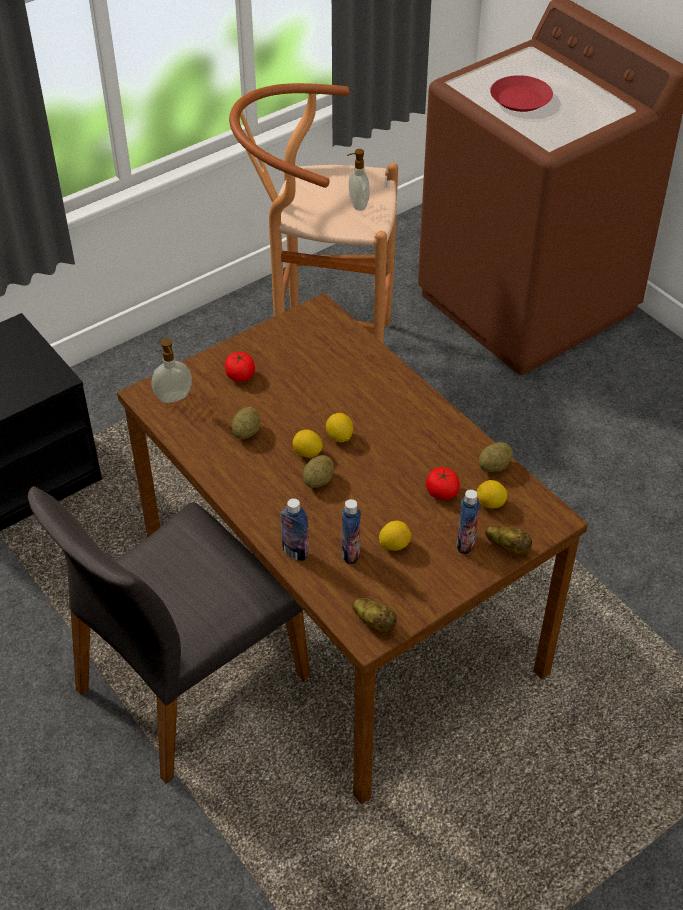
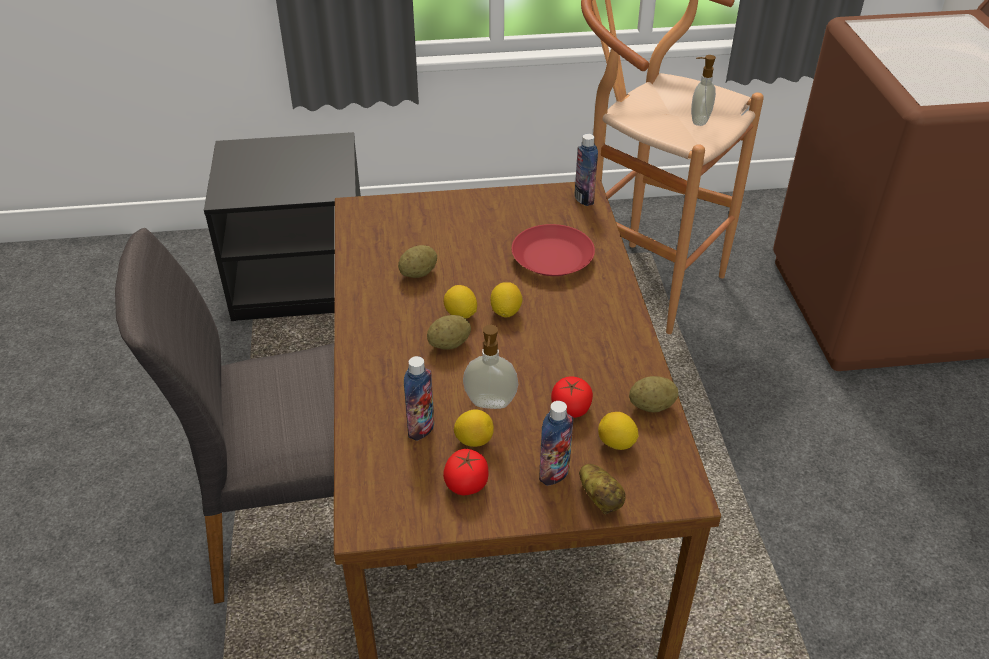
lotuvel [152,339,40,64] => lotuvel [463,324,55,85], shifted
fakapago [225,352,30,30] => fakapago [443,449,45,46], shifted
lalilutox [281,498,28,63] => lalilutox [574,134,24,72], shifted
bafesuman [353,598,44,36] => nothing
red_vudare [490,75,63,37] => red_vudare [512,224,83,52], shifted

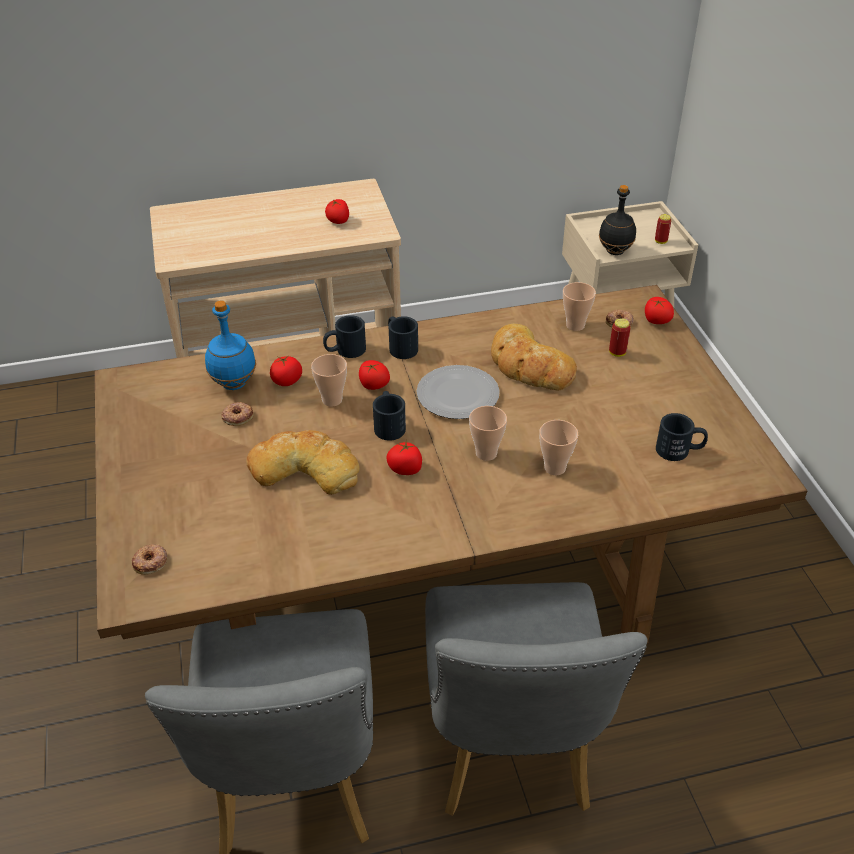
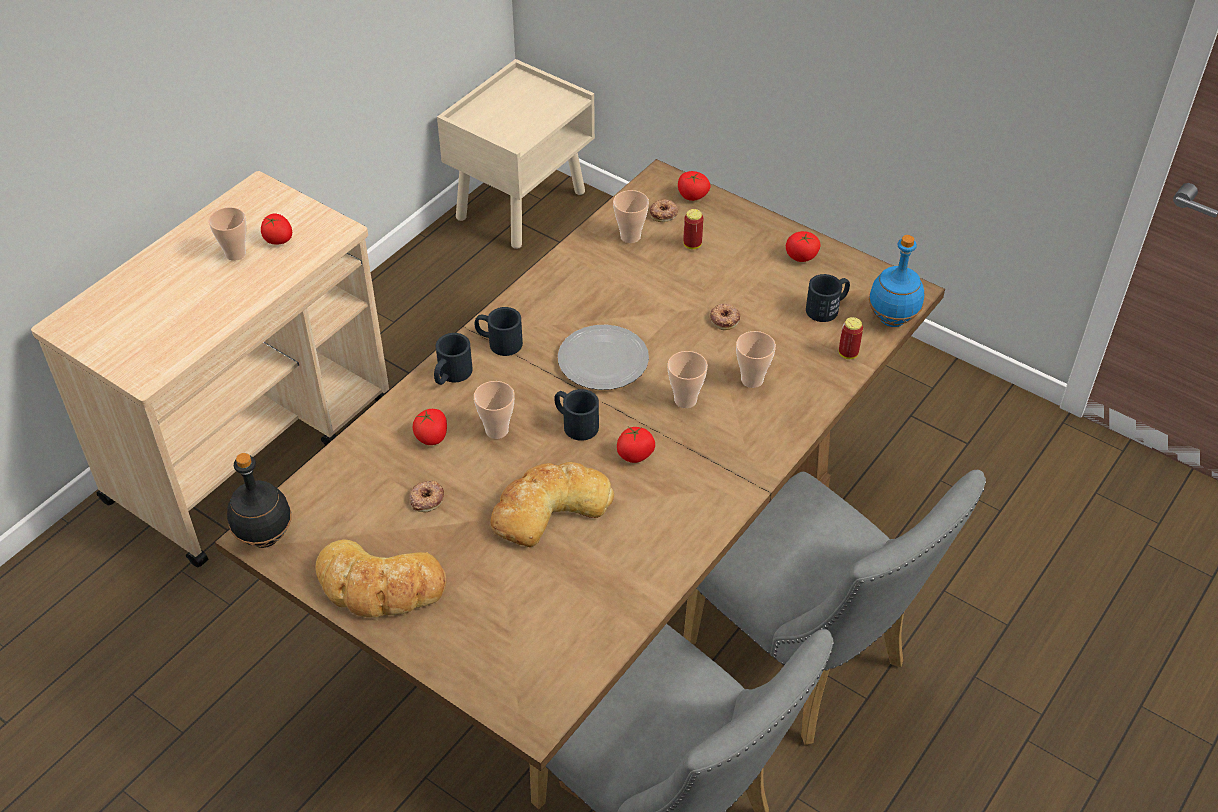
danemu [132,544,35,31] => danemu [710,304,30,26], shifted
blue_lalilutox [205,300,51,90] => blue_lalilutox [869,235,55,92], shifted
fakapago [359,360,31,30] => fakapago [786,231,35,31], shifted
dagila [491,323,86,67] => dagila [315,539,131,79], shifted
black_lalilutox [599,185,37,70] => black_lalilutox [227,453,65,95], shifted
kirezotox [655,214,16,30] => kirezotox [839,317,24,42], shifted
nothing => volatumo [208,207,38,54]

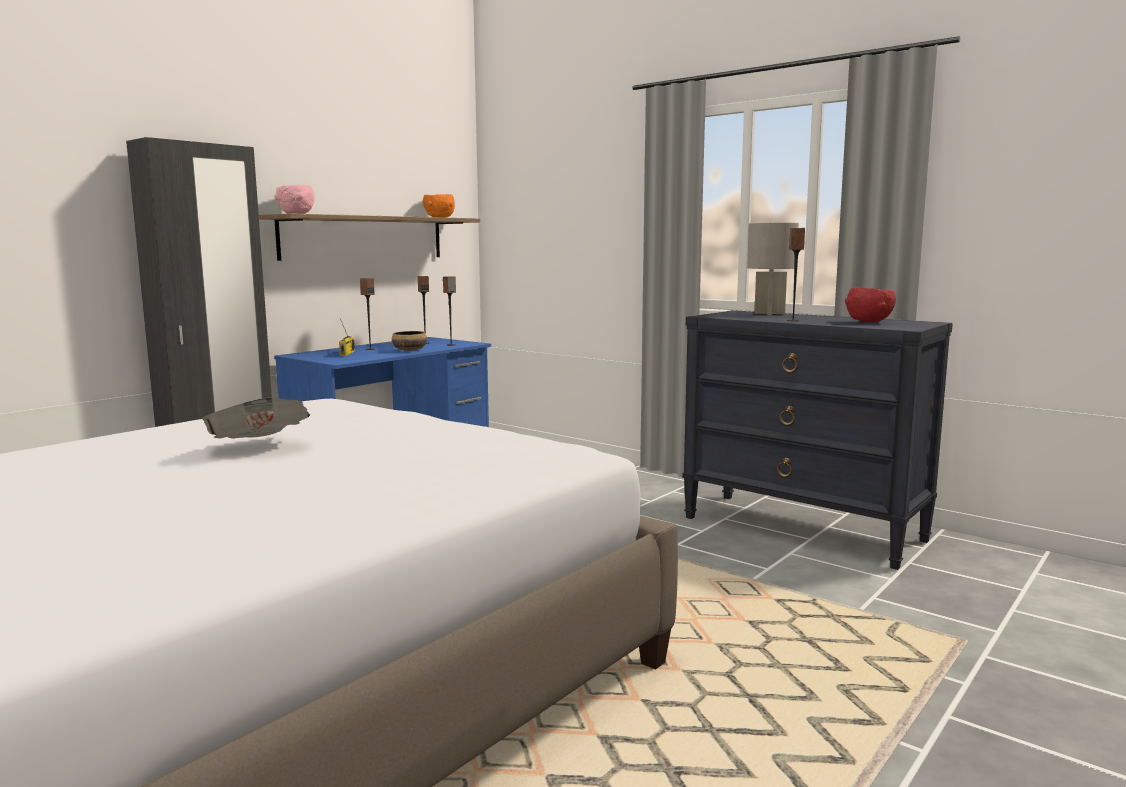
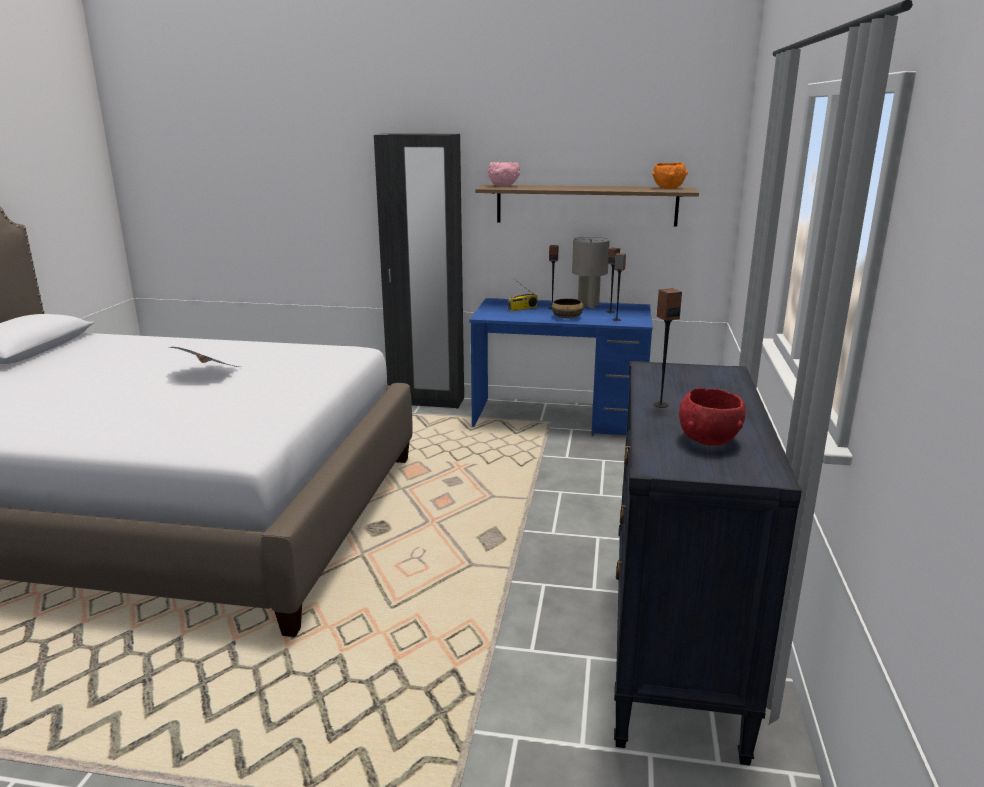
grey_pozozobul [747,223,52,92] => grey_pozozobul [572,237,38,72], shifted

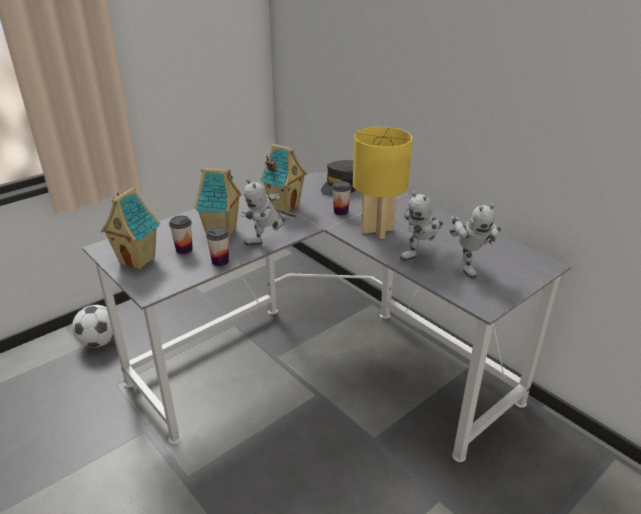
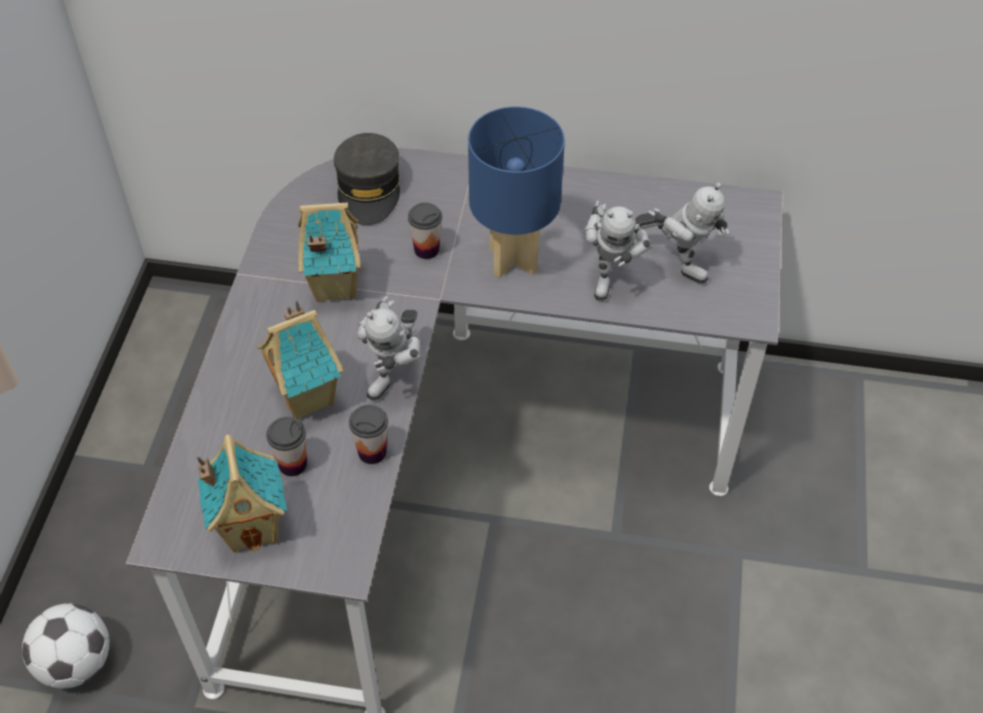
yellow_pozozobul [353,127,59,112] => blue_pozozobul [468,106,97,172]

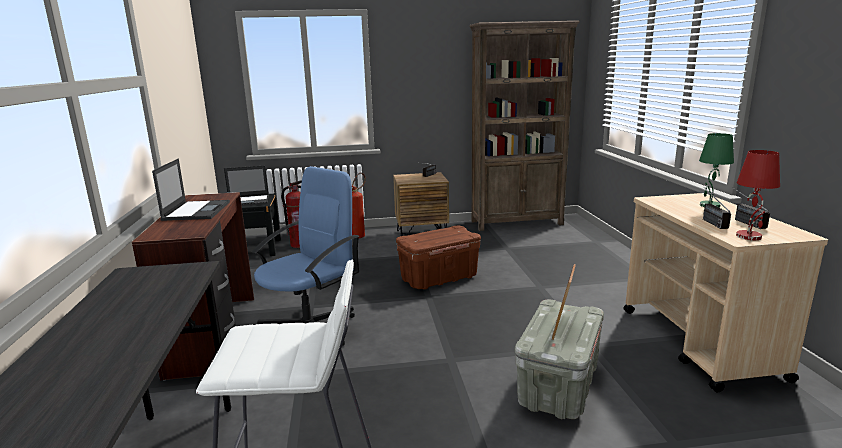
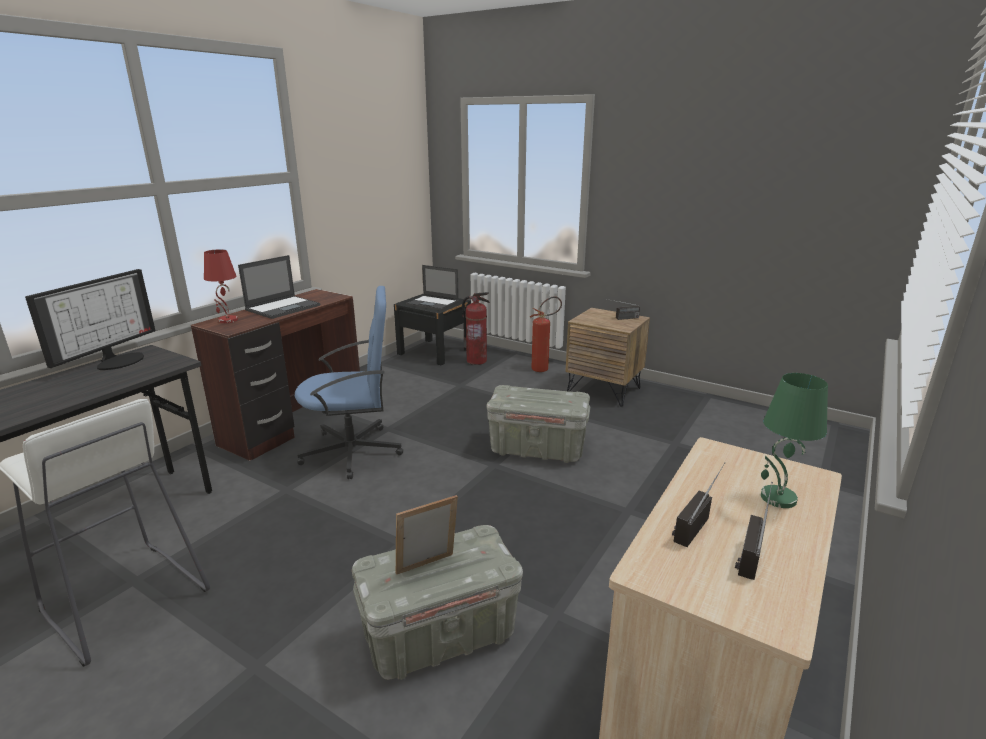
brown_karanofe [396,225,85,65] => grey_karanofe [486,385,104,78]
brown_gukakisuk [469,21,111,210] => nothing
red_pozozobul [736,150,44,90] => red_pozozobul [204,249,34,74], shifted
nothing => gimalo [25,269,131,101]

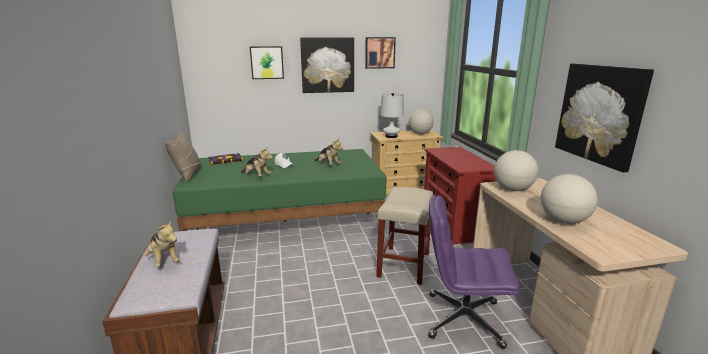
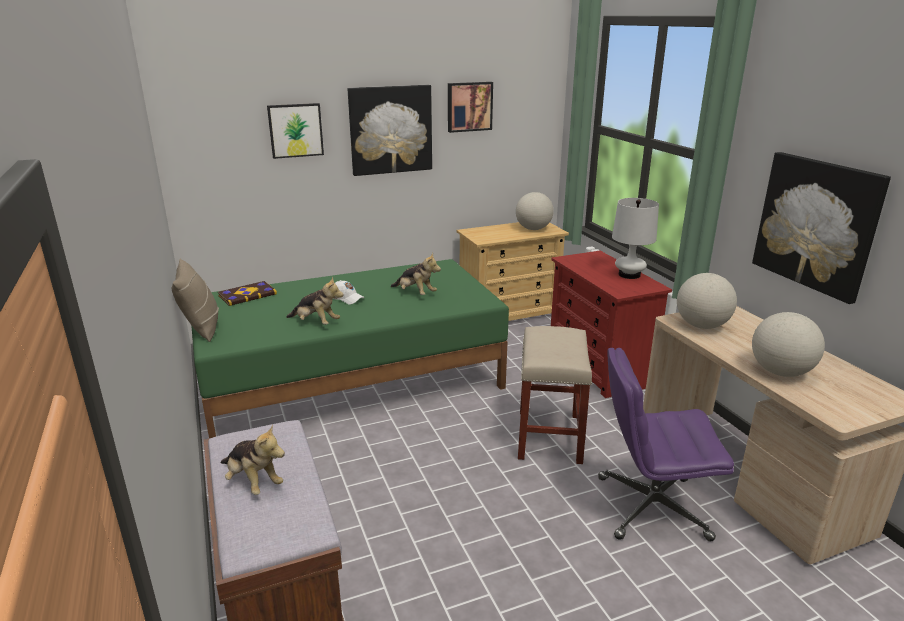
white_pozozobul [380,93,24,45] => white_pozozobul [612,198,47,81], shifted

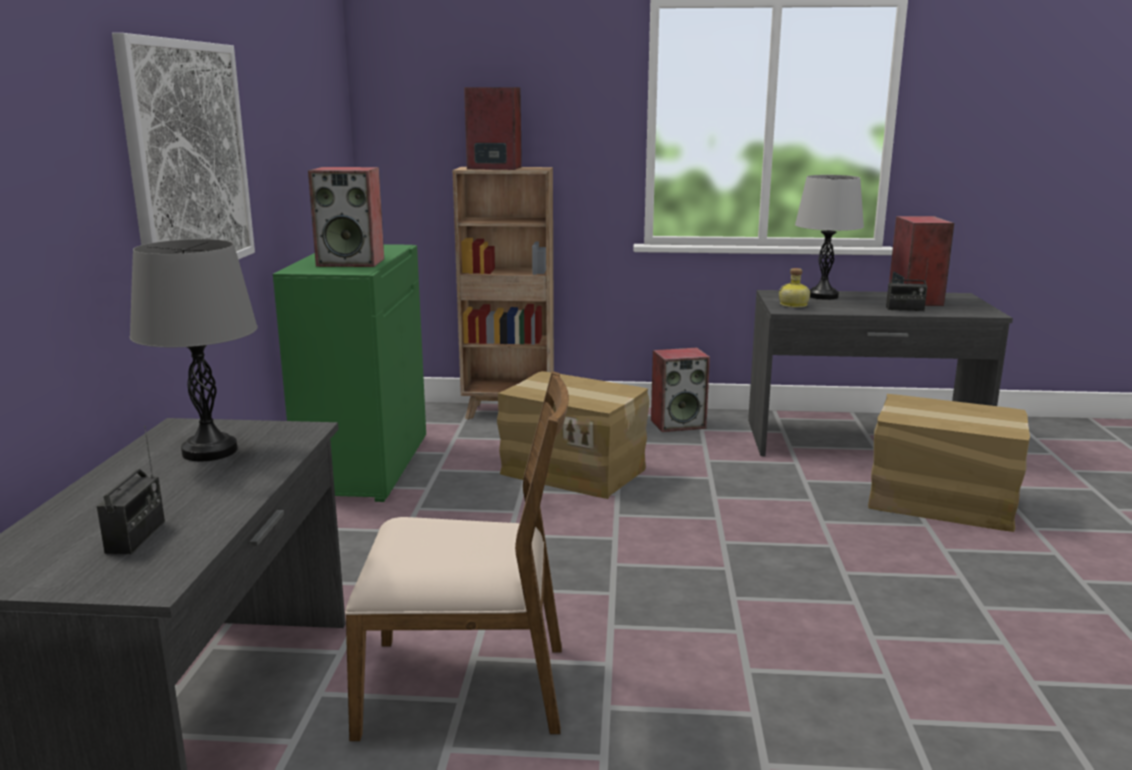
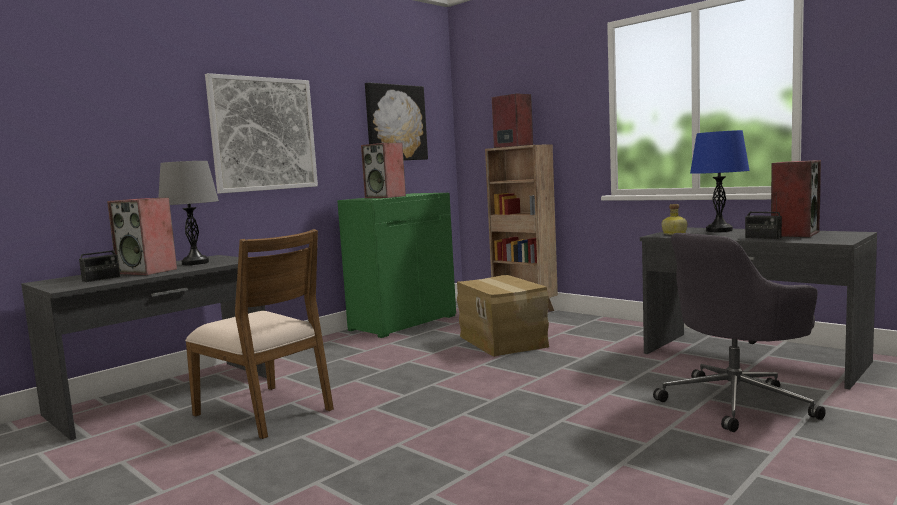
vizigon [651,348,59,84] => vizigon [107,197,70,78], shifted
grey_pozozobul [795,175,69,125] => blue_pozozobul [690,130,60,102]
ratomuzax [868,394,162,138] => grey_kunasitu [653,233,173,199]
nothing => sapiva [365,82,63,78]

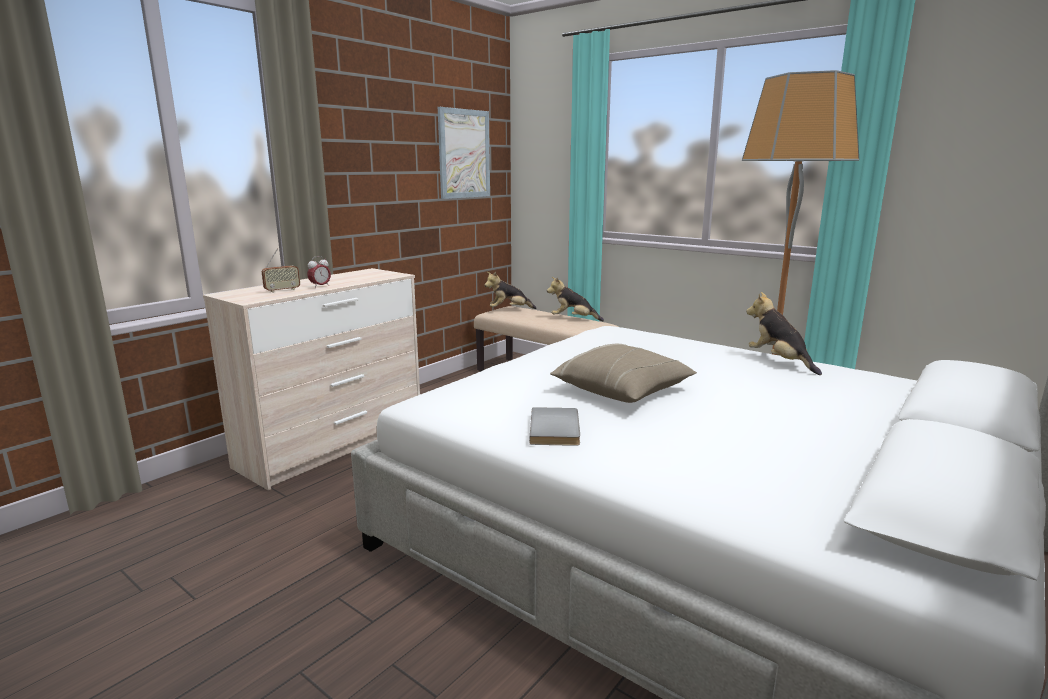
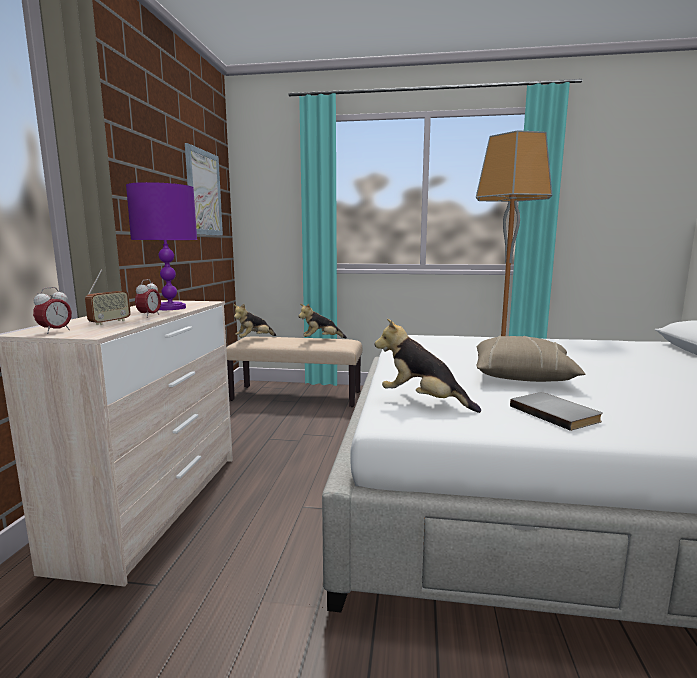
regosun [746,292,76,83] => regosun [375,319,106,94], shifted
nothing => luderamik [33,287,39,47]
nothing => purple_pozozobul [126,182,71,128]

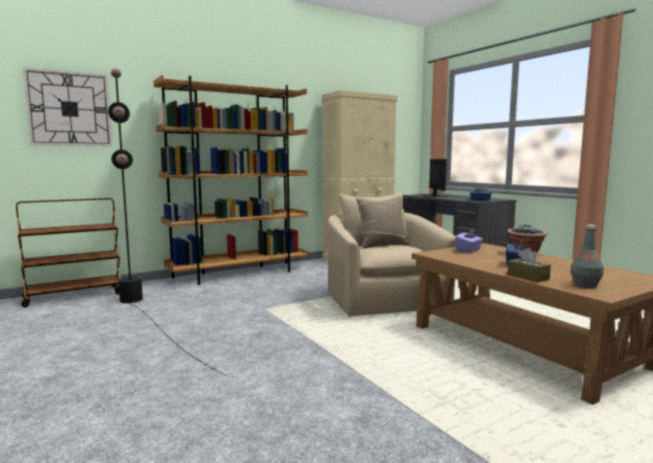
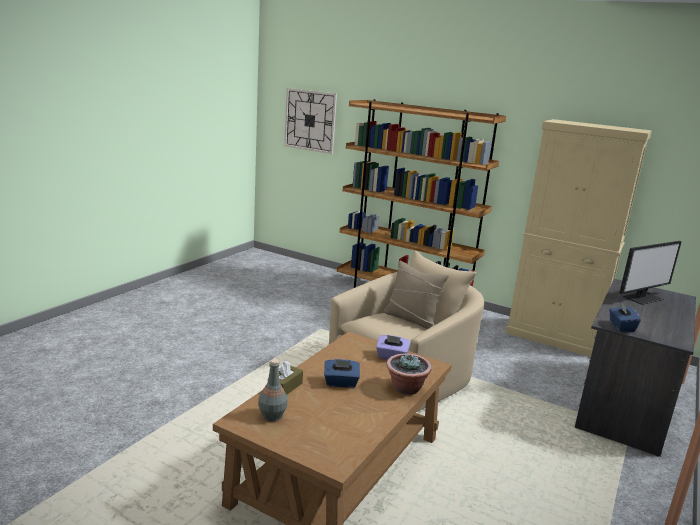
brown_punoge [16,198,105,109] => nothing
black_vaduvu [108,68,117,307] => nothing

